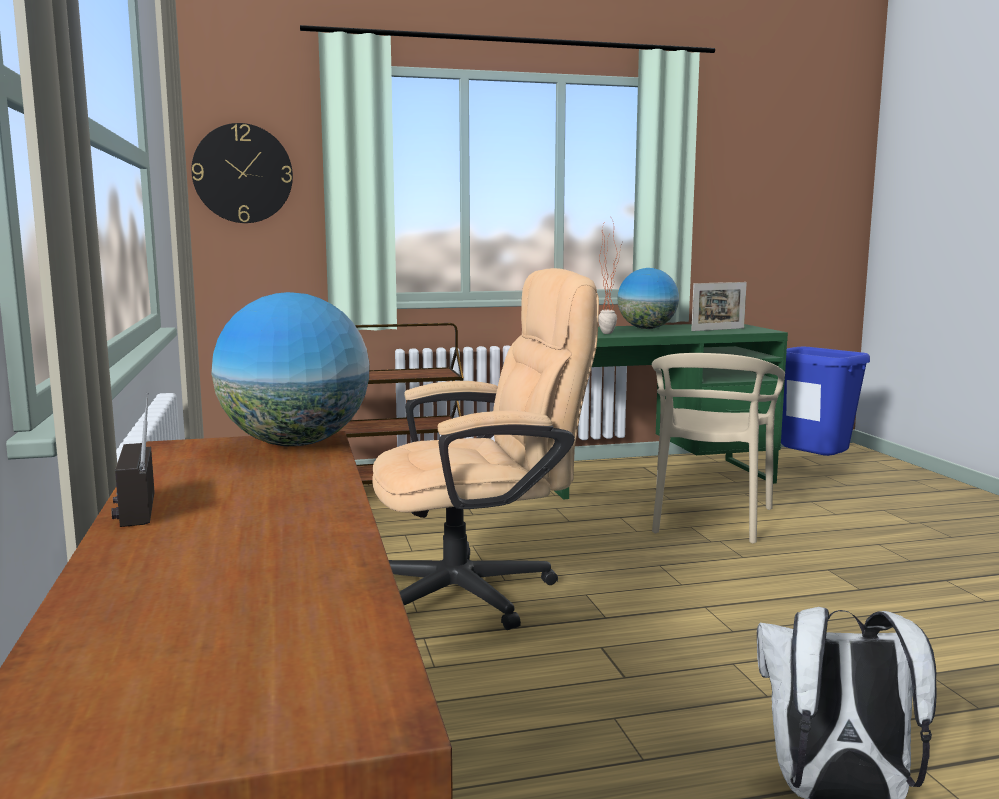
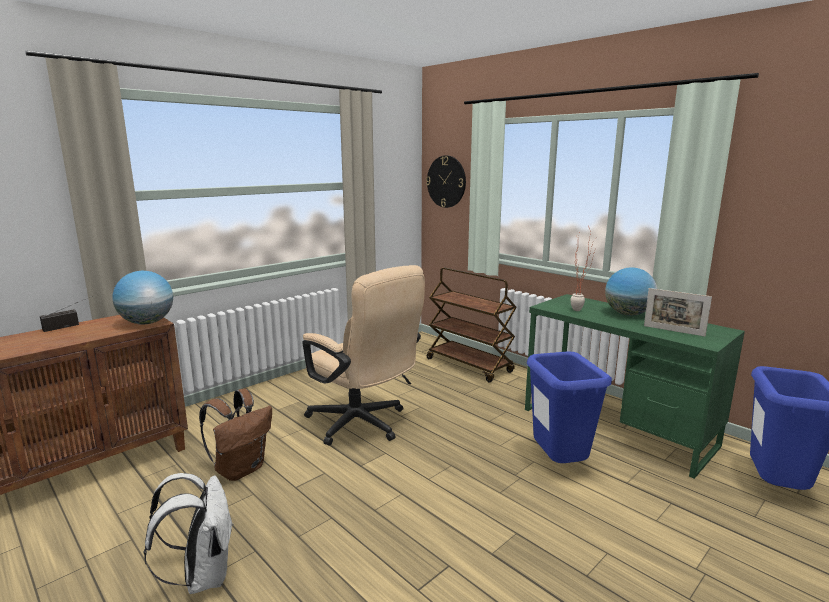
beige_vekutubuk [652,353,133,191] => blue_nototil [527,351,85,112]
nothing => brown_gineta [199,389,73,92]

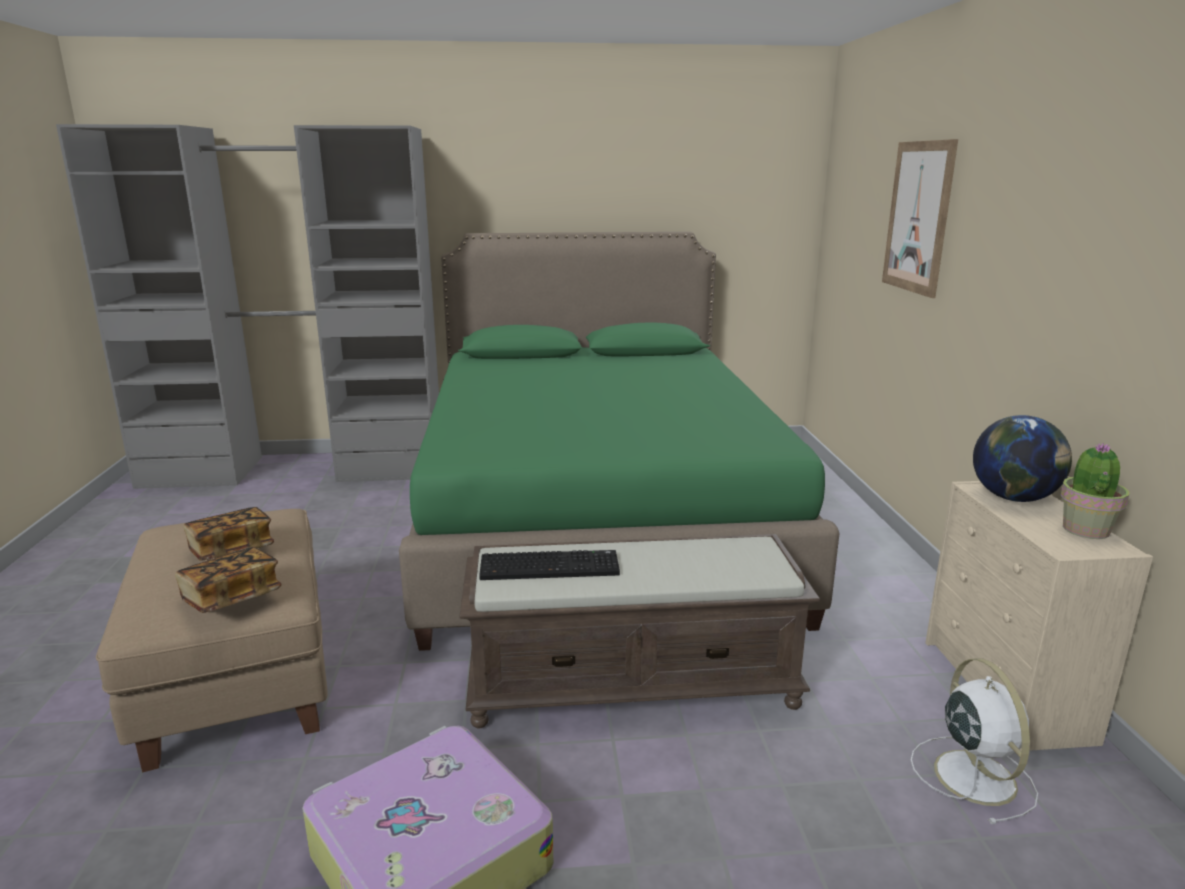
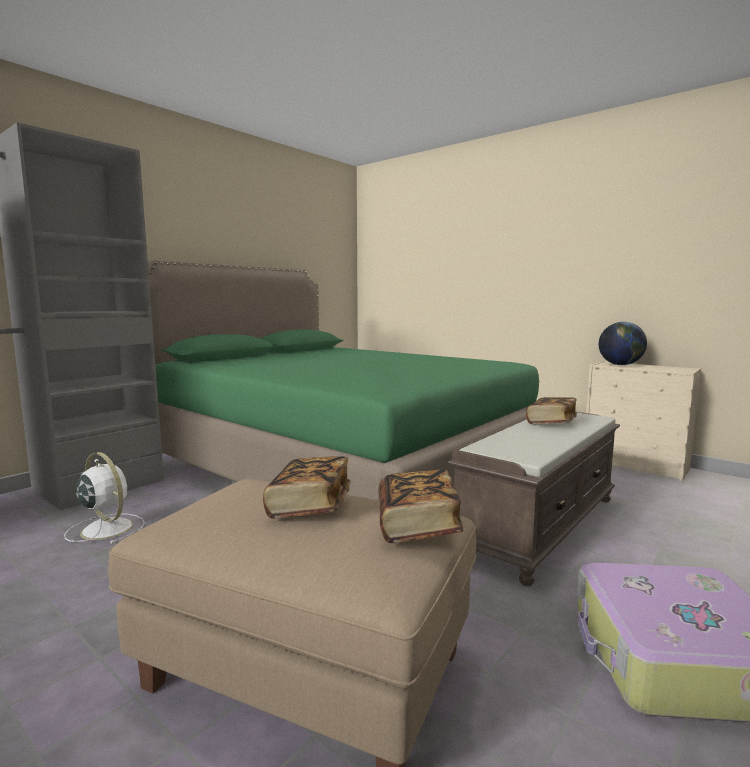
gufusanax [479,550,141,30] => nothing
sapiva [882,139,76,159] => nothing
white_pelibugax [911,658,127,167] => white_pelibugax [64,452,81,92], shifted
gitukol [1060,443,70,96] => nothing
nothing => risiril [526,397,51,27]

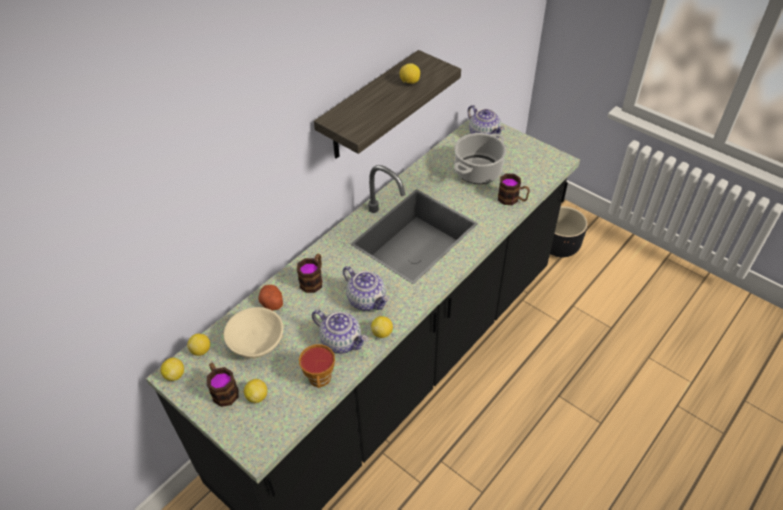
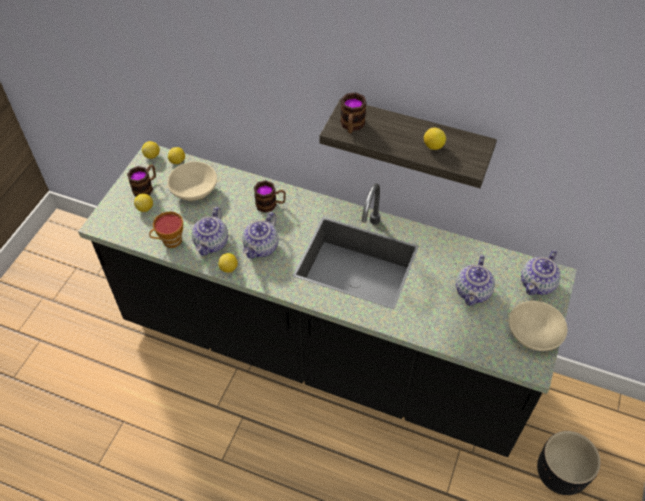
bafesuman [258,285,25,26] => nothing
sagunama [454,133,52,51] => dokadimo [456,255,39,51]
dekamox [498,173,32,32] => dekamox [340,92,27,41], shifted
nothing => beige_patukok [508,301,59,50]

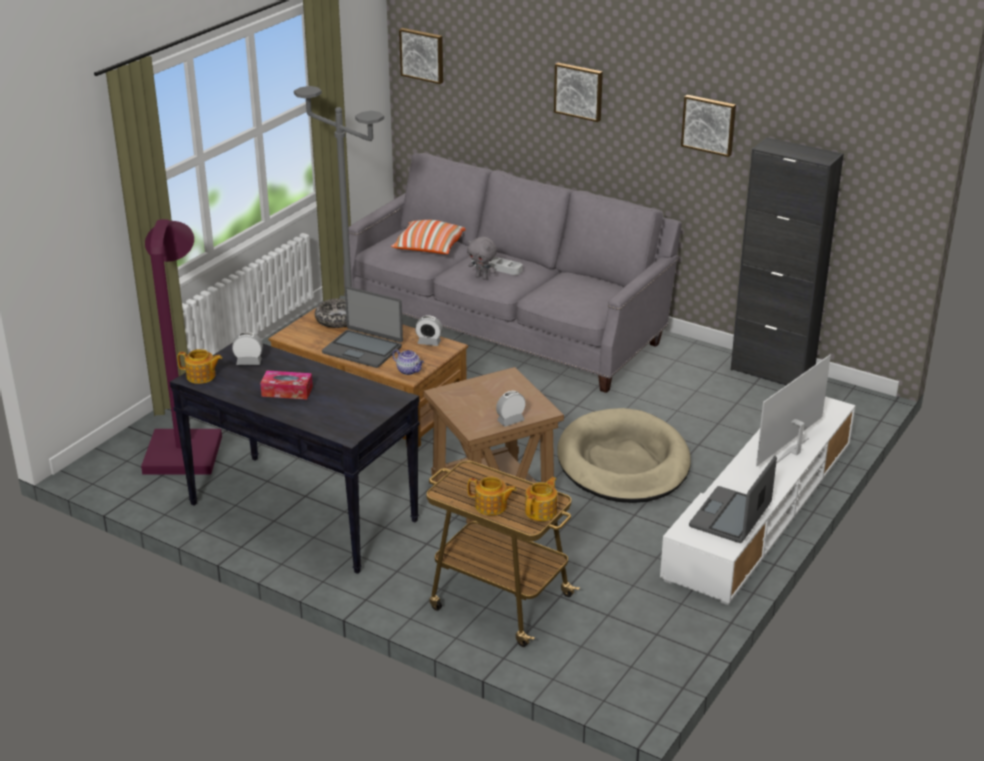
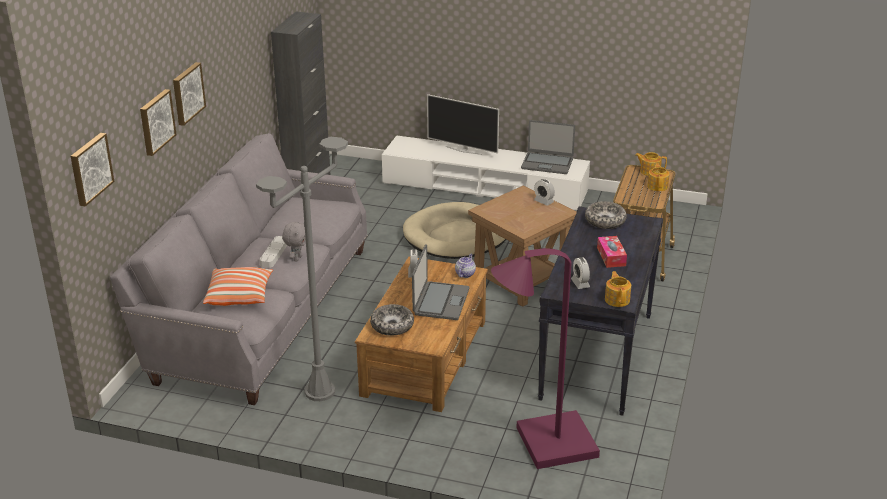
sapiva [681,95,55,62] => sapiva [140,89,37,67], shifted
nothing => patukok [585,201,42,28]

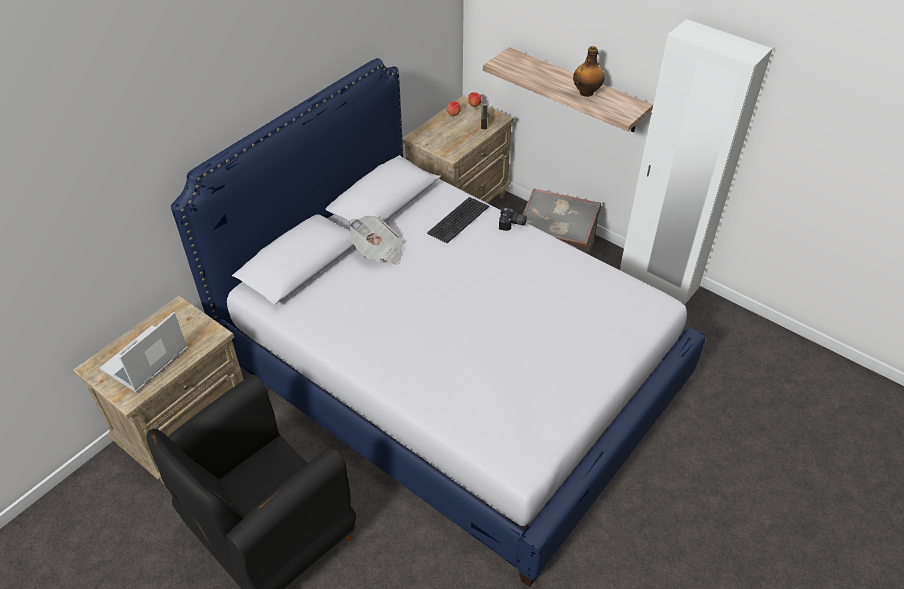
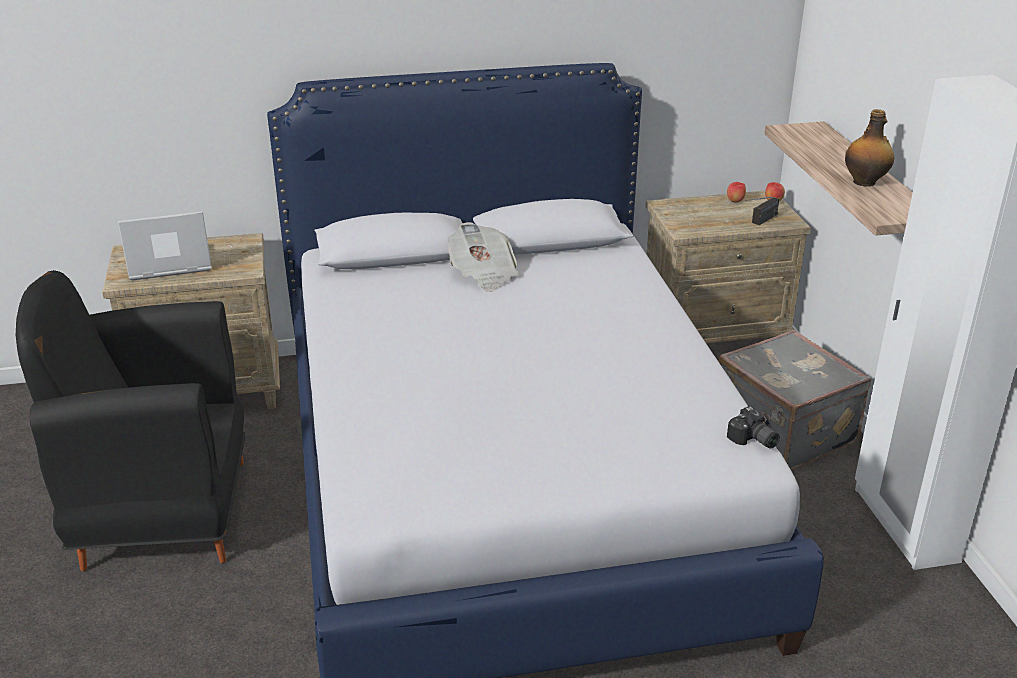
gufusanax [427,197,62,46] => nothing
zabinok [499,208,28,23] => zabinok [727,406,53,43], shifted

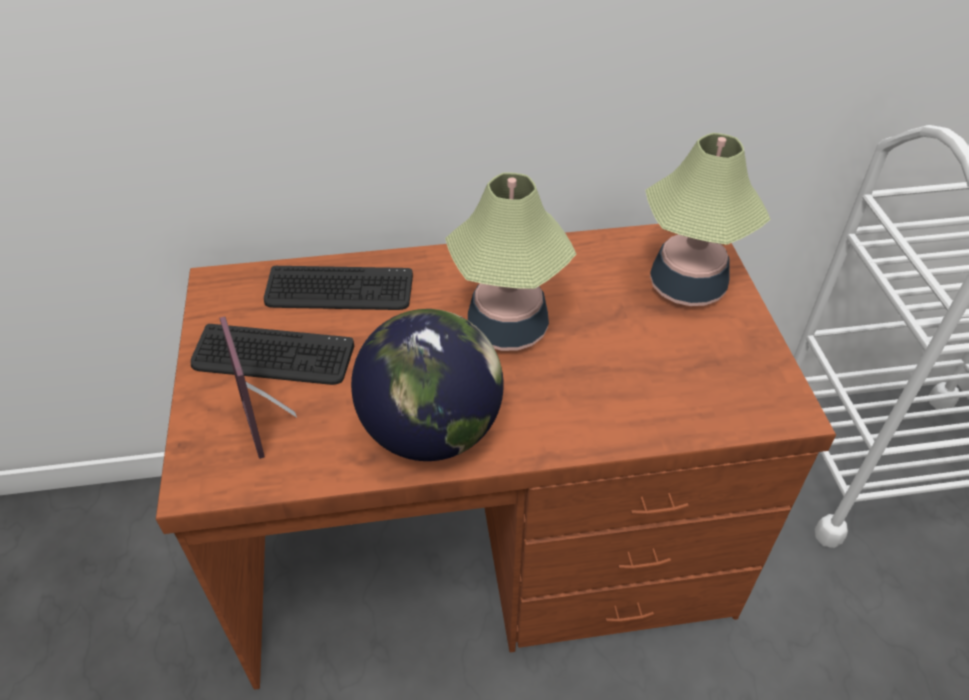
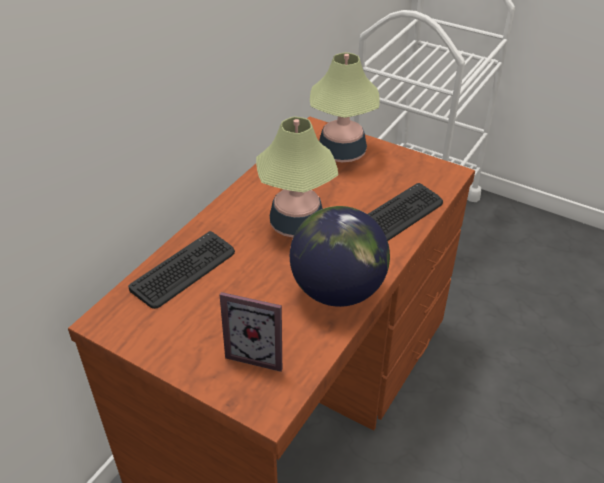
gufusanax [191,324,163,61] => gufusanax [368,183,75,58], shifted

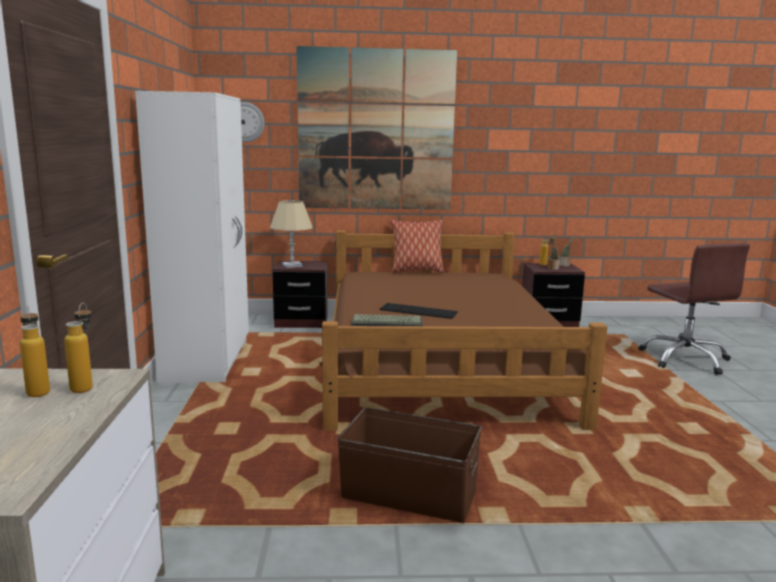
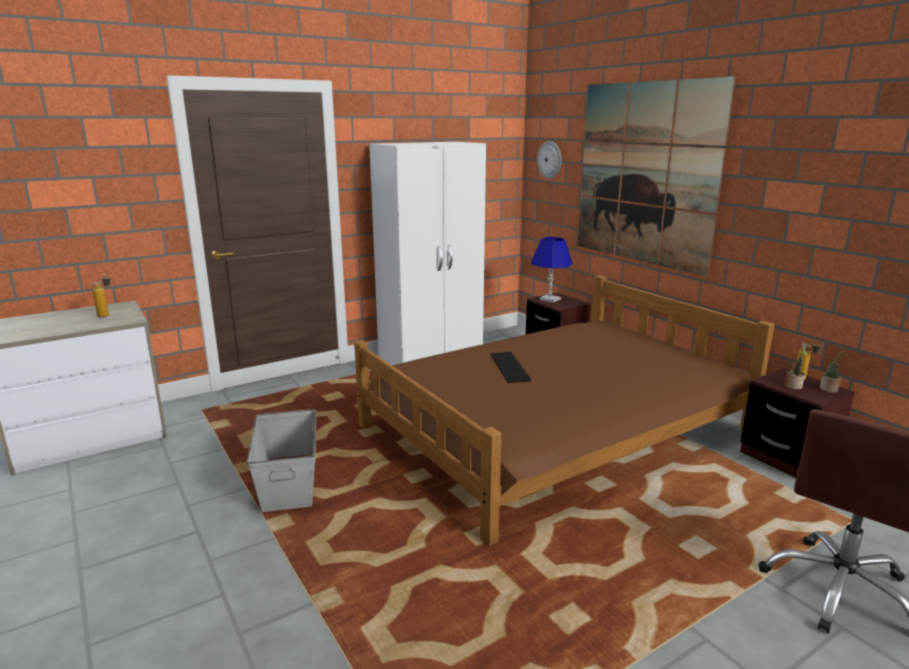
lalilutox [64,303,29,90] => nothing
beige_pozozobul [270,200,42,68] => blue_pozozobul [531,237,42,66]
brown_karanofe [337,407,145,116] => grey_karanofe [247,409,69,103]
gufusanax [351,314,72,12] => nothing
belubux [391,220,53,53] => nothing

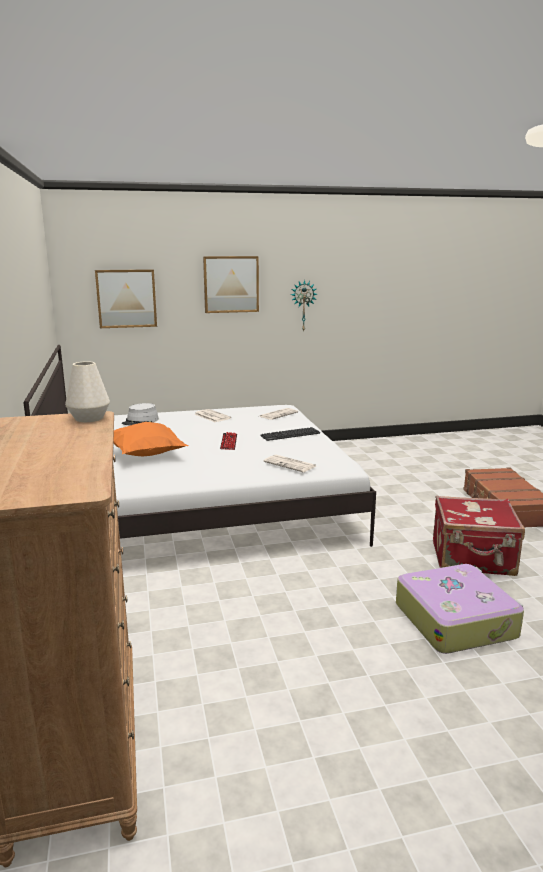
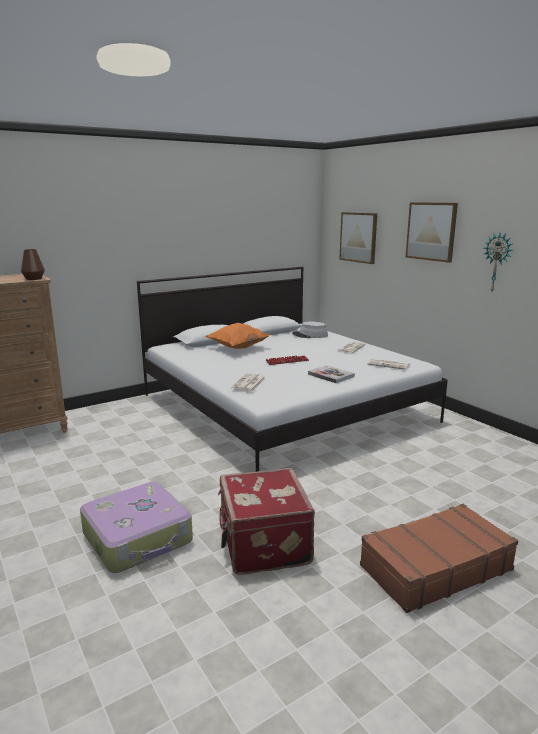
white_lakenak [65,361,45,61] => brown_lakenak [21,249,24,31]
gufusanax [260,427,60,14] => risiril [308,365,47,18]

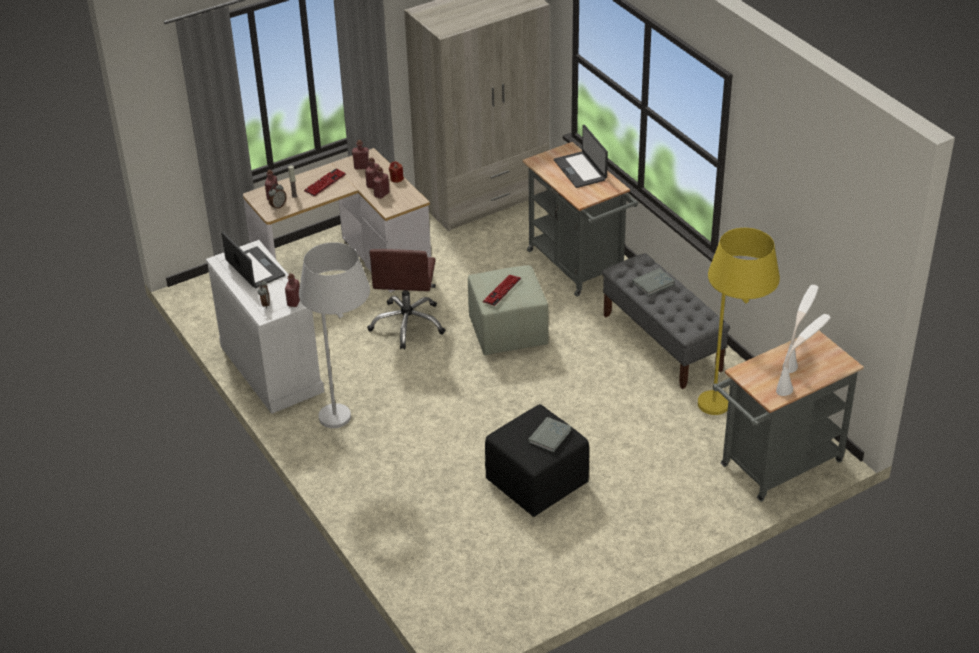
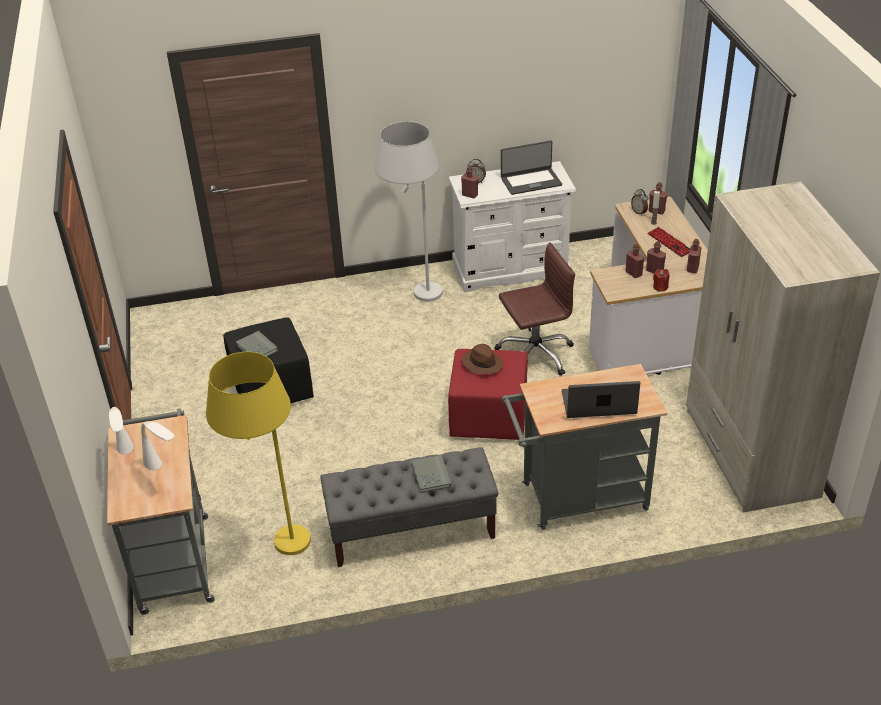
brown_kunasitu [367,249,79,100] => brown_kunasitu [494,243,81,133], 135 degrees clockwise
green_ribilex [468,265,81,90] => red_ribilex [448,349,80,91]
gufusanax [482,274,39,32] => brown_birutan [462,344,42,30]

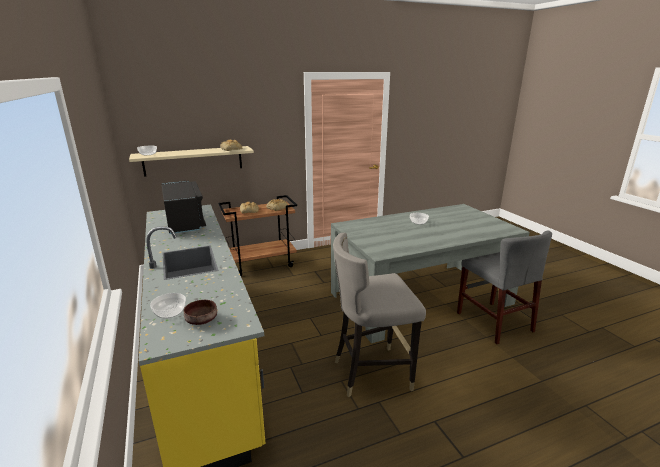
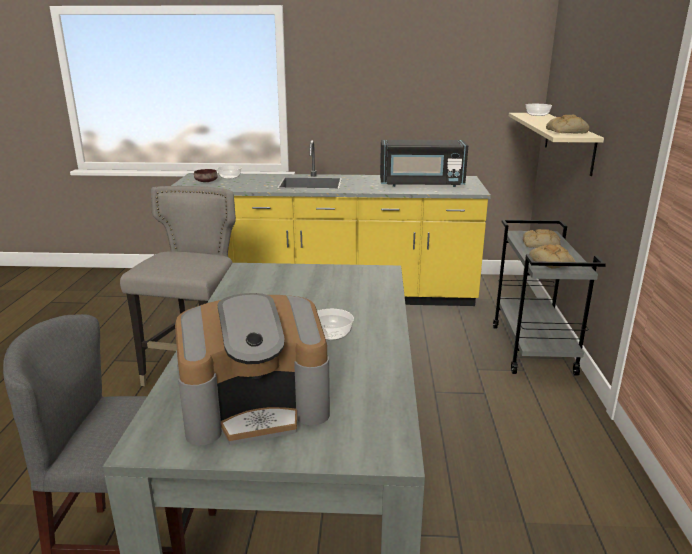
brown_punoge [218,195,79,81] => grey_punoge [493,220,113,156]
nothing => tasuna [175,293,155,152]

